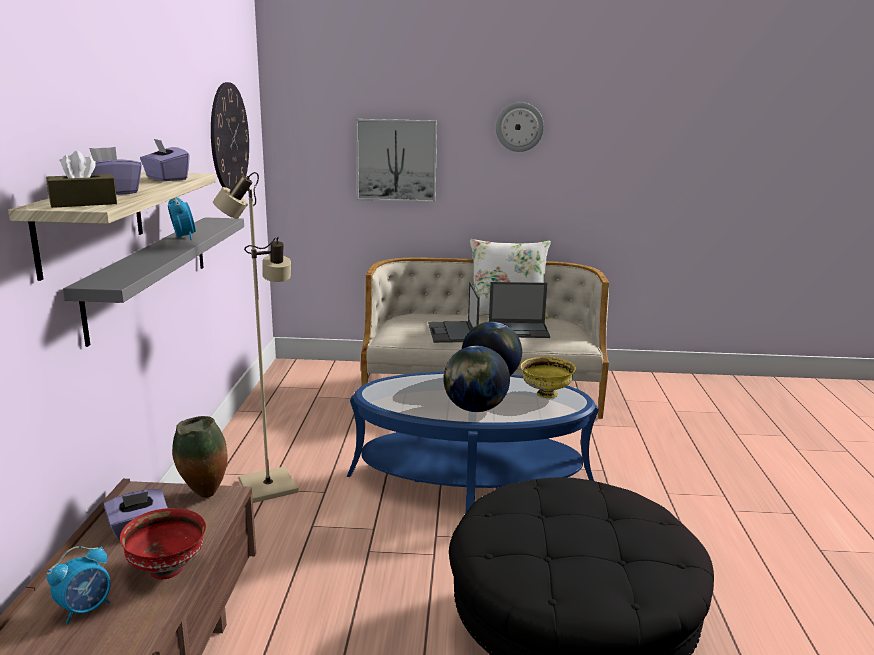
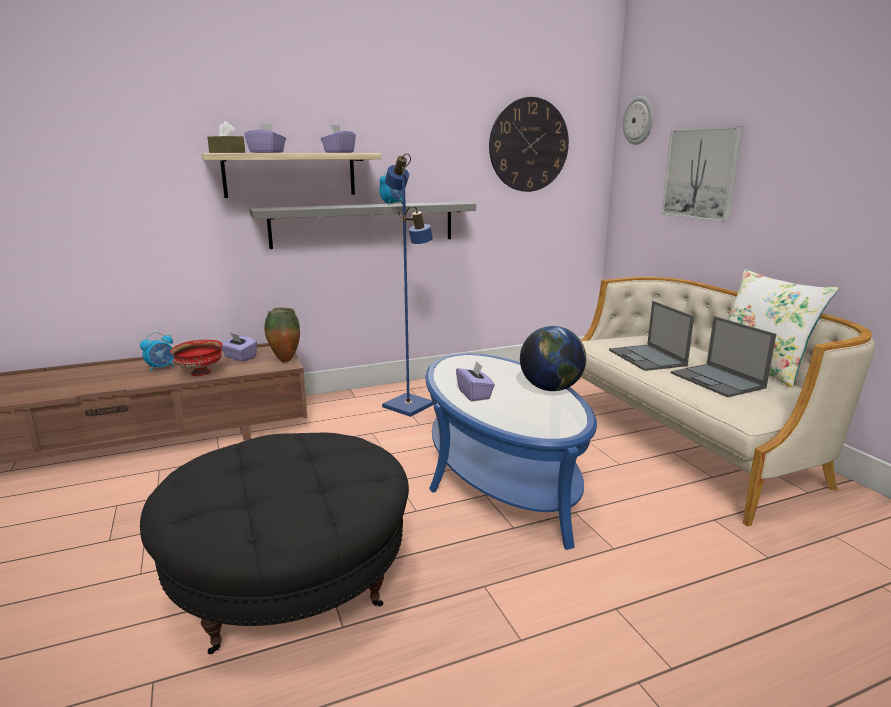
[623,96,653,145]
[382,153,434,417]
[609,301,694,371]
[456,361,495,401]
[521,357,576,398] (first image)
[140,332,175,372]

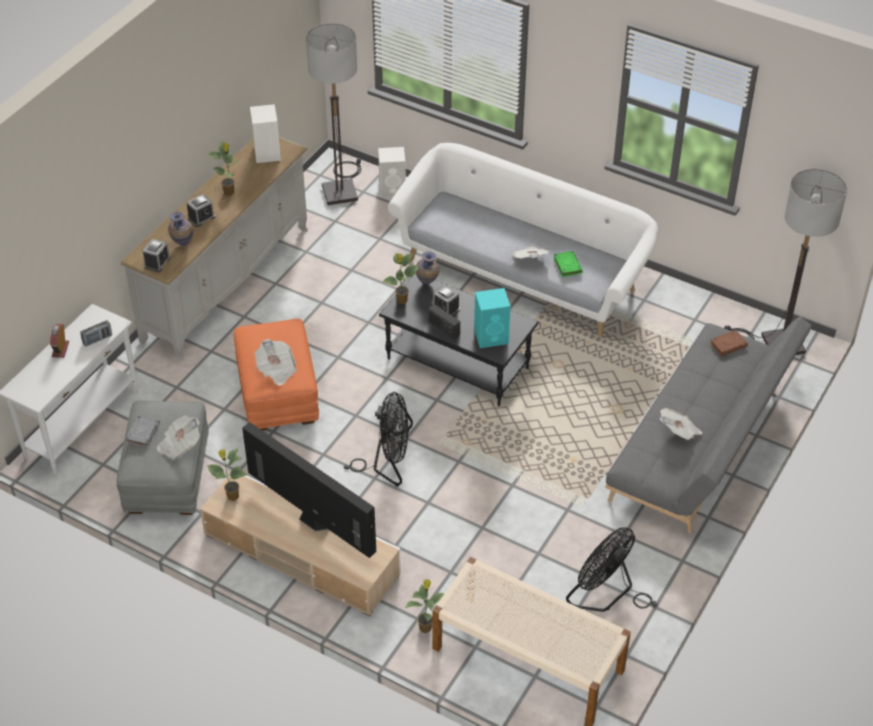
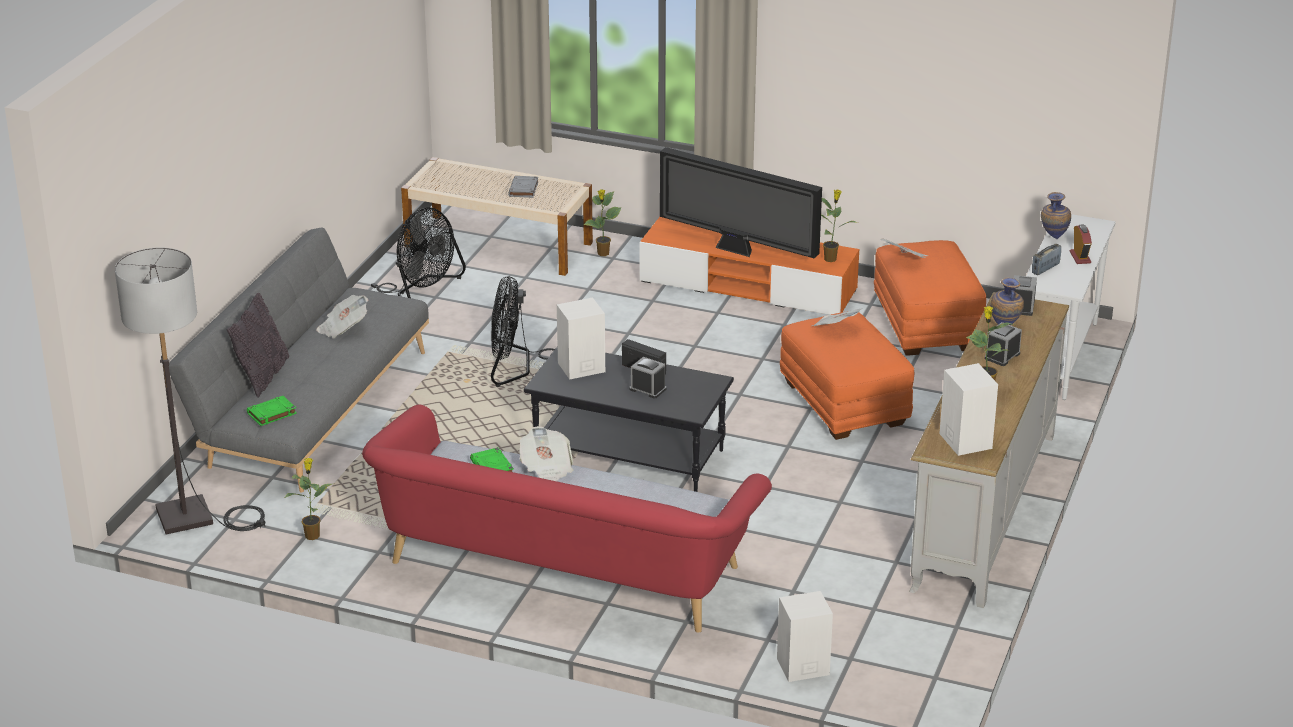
[306,23,361,205] (first image)
[362,405,772,633]
[1041,192,1071,239]
[285,458,332,540]
[557,297,605,380]
[247,396,297,426]
[491,276,555,387]
[874,240,986,356]
[508,176,538,198]
[640,217,859,315]
[227,293,289,398]

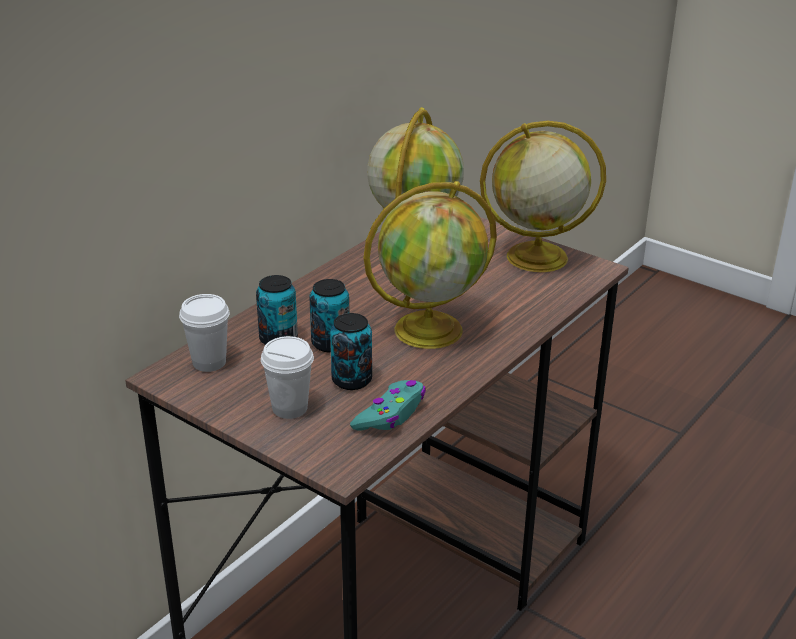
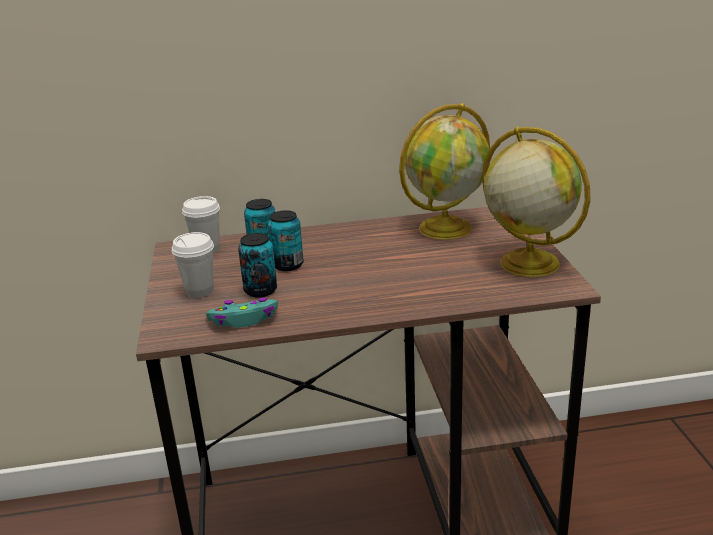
[363,181,497,349] (first image)

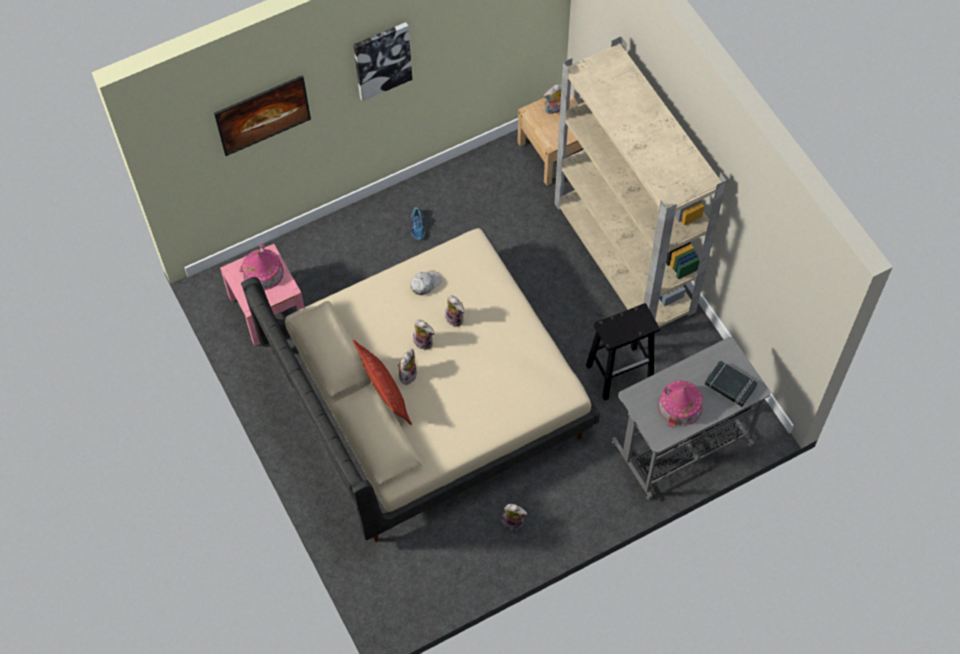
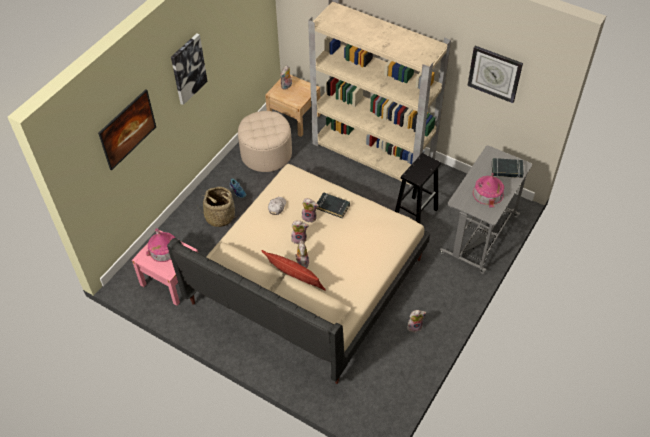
[468,46,523,103]
[238,111,292,172]
[197,187,237,227]
[316,192,350,218]

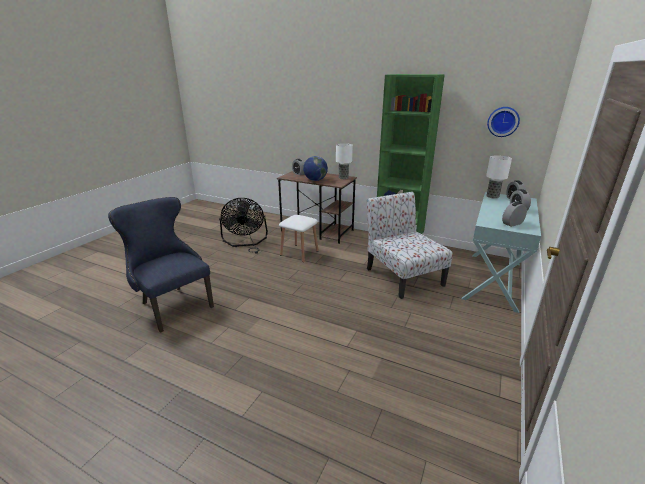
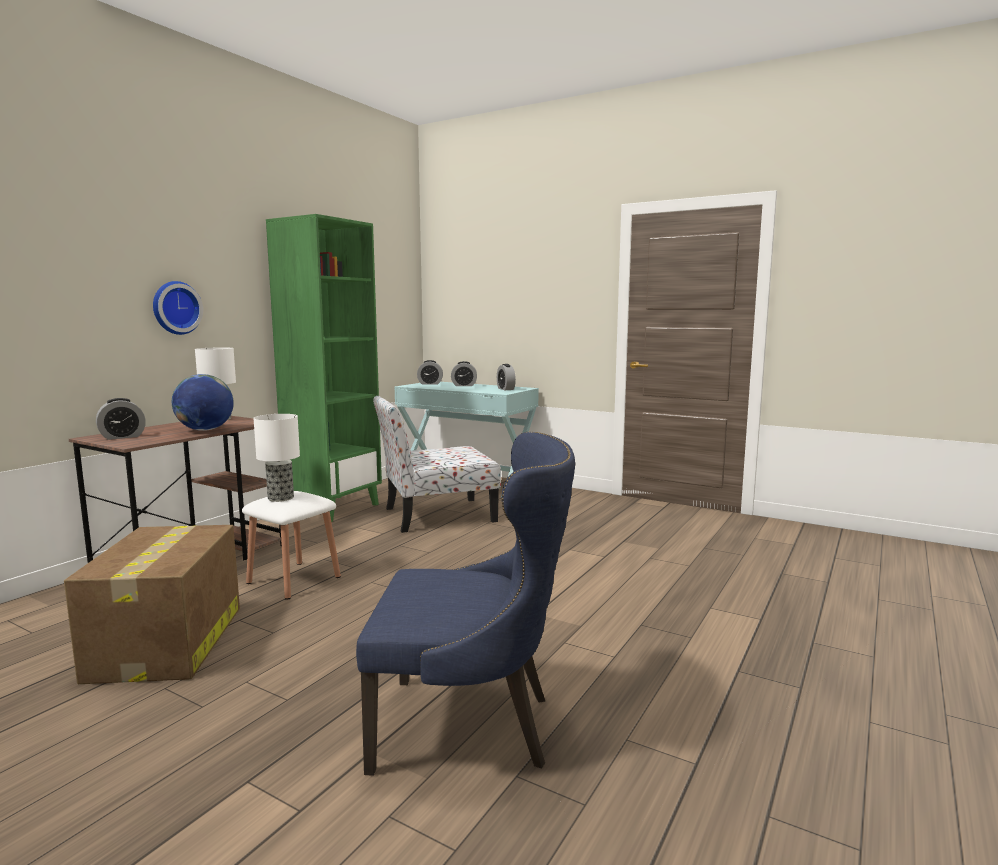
[153,281,203,335]
[254,414,300,502]
[356,432,575,776]
[64,525,240,684]

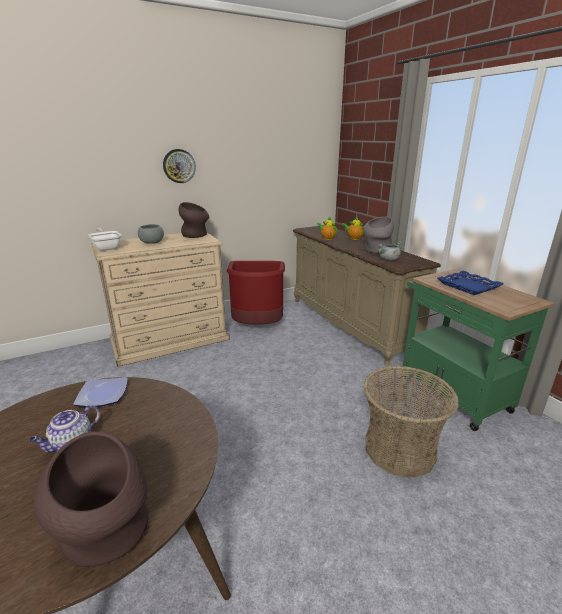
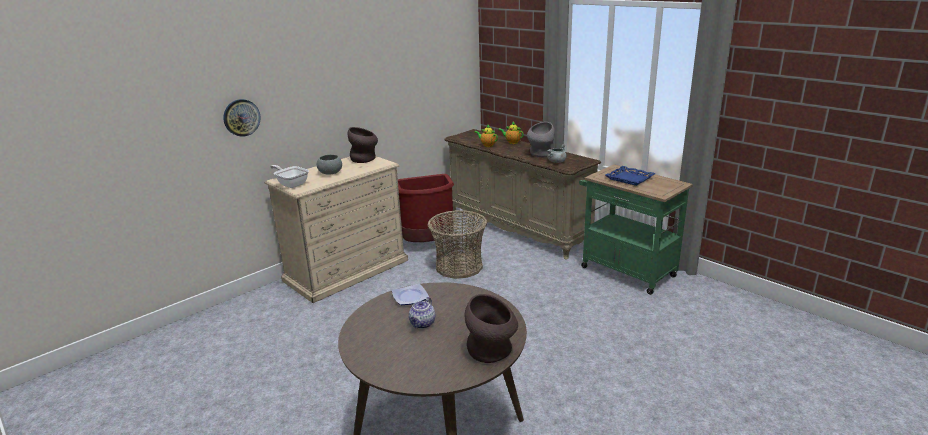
[223,99,261,137]
[427,210,487,279]

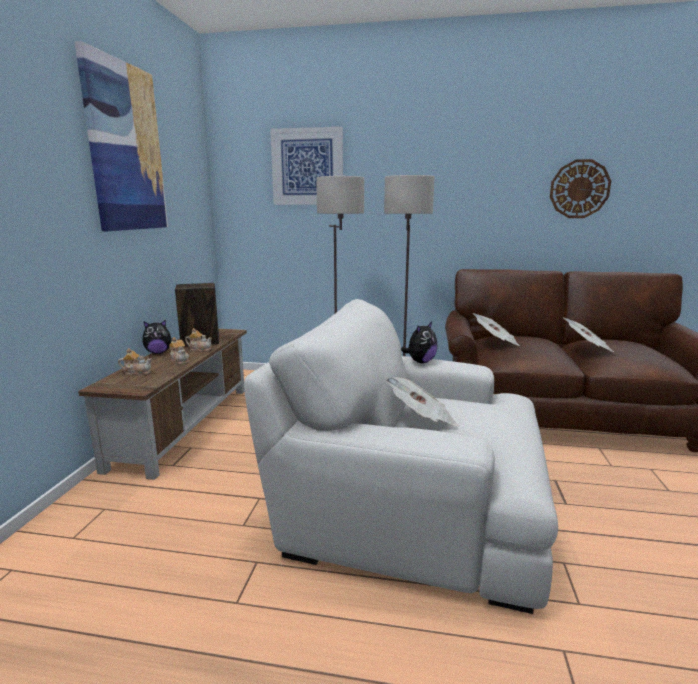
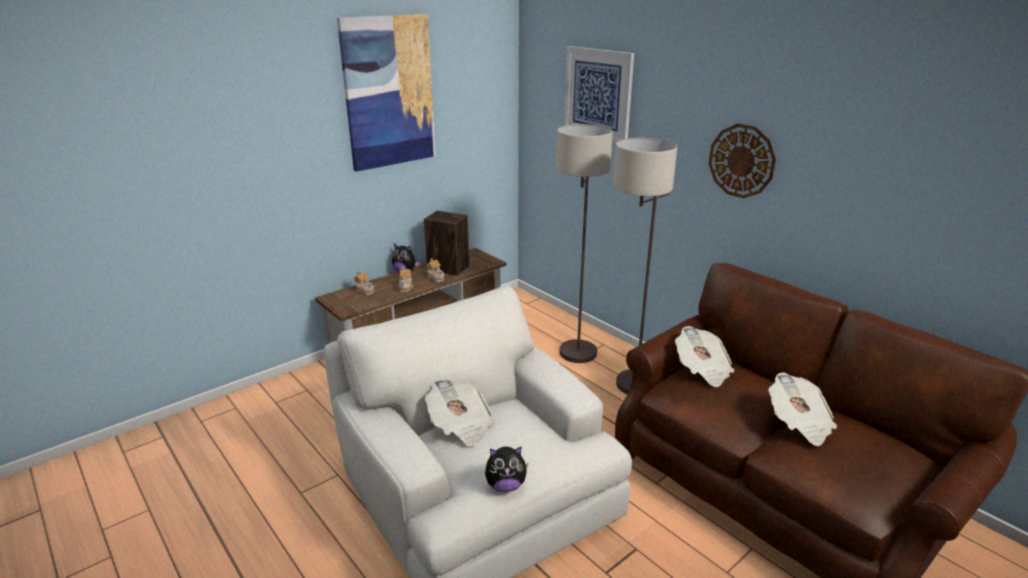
[709,123,776,198]
[485,446,528,492]

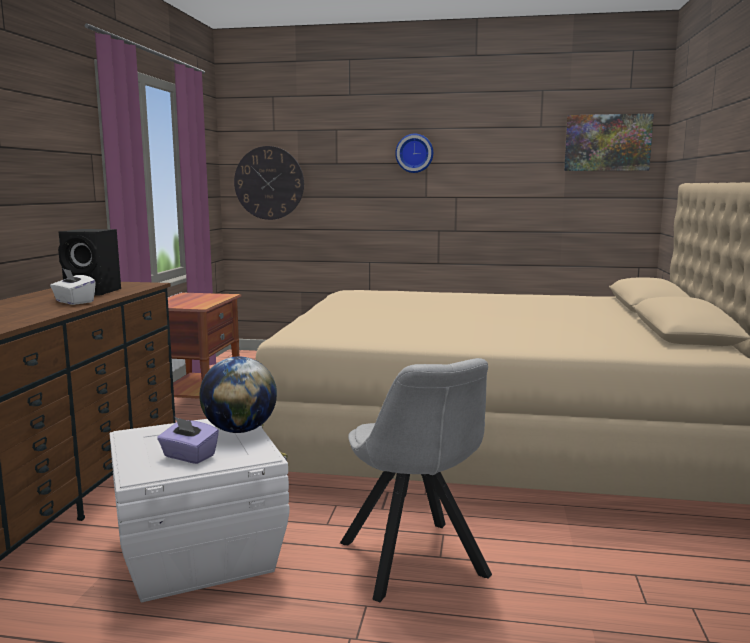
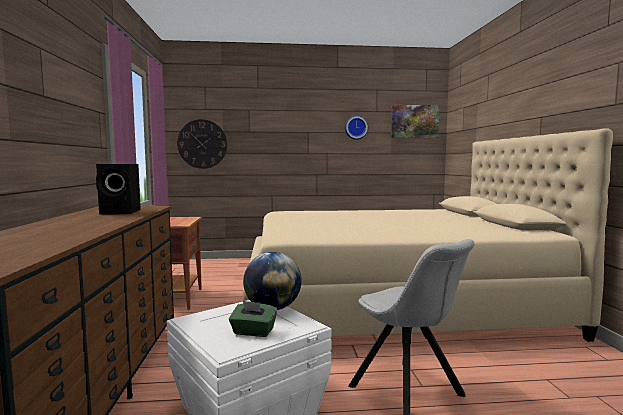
[345,115,368,140]
[50,269,96,305] (first image)
[229,301,277,337]

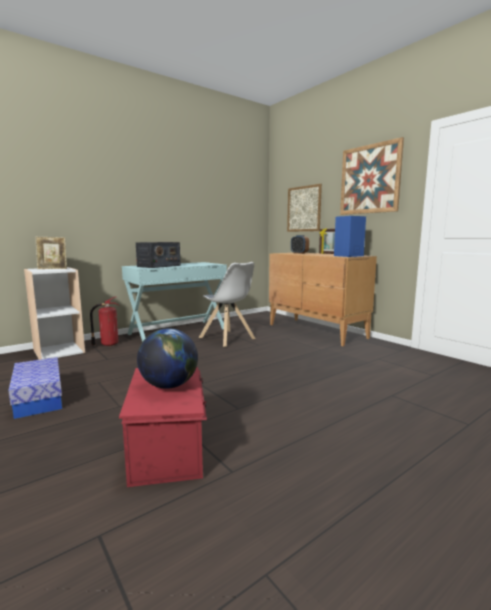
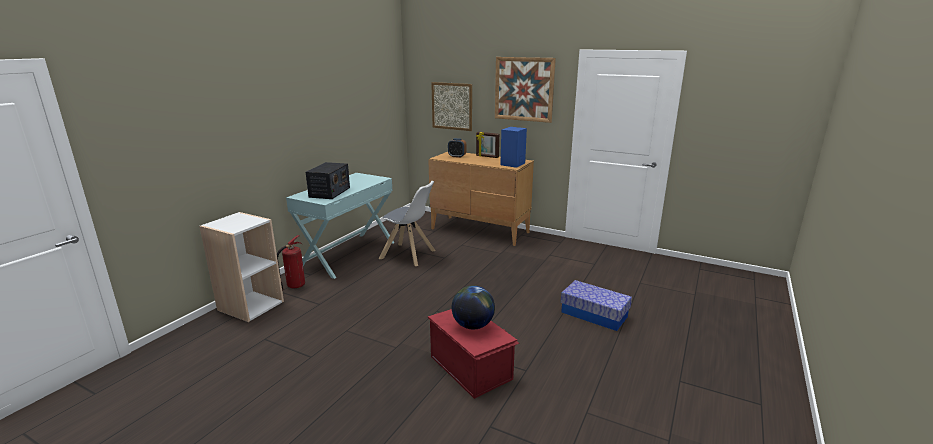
[35,237,67,269] (first image)
[561,280,632,331]

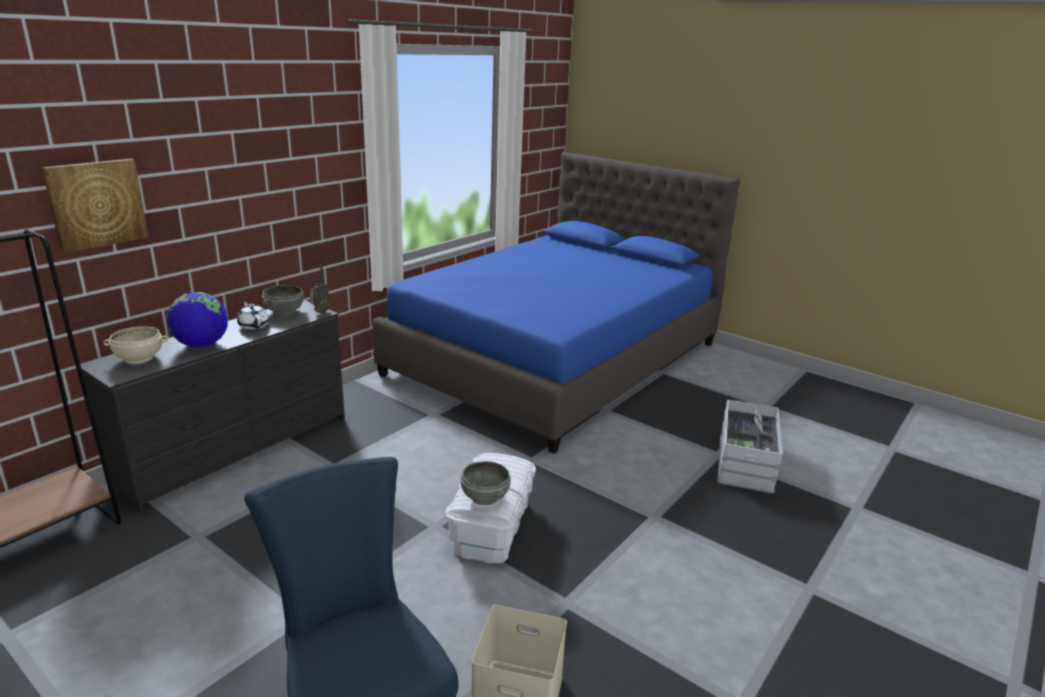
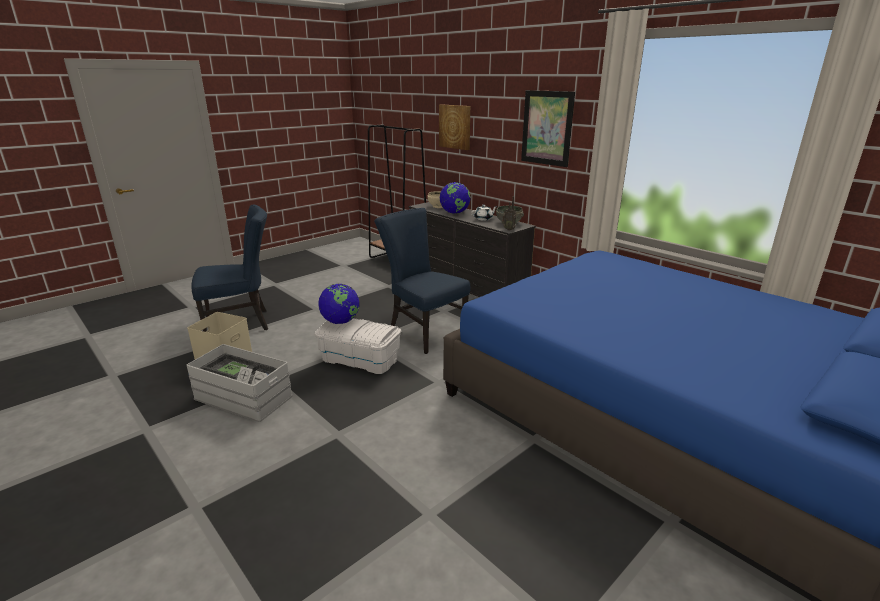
[187,344,293,422]
[318,284,359,324]
[521,90,575,167]
[374,208,471,354]

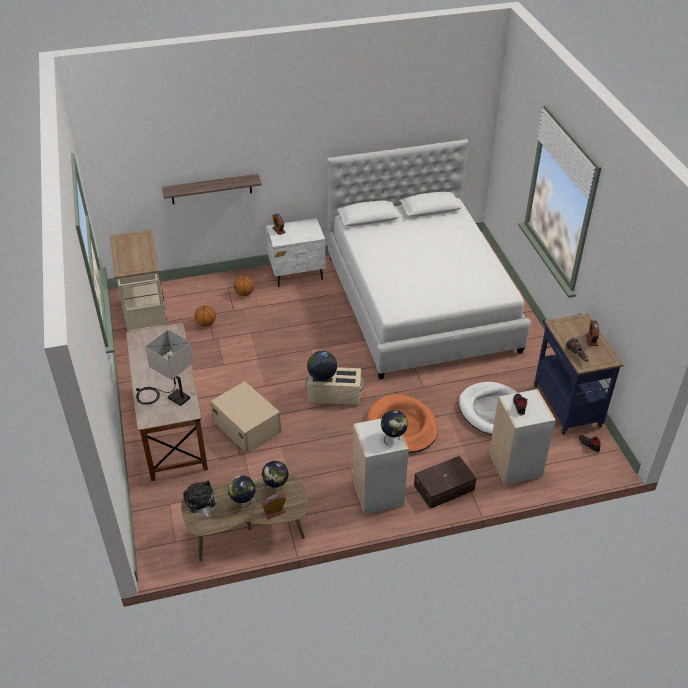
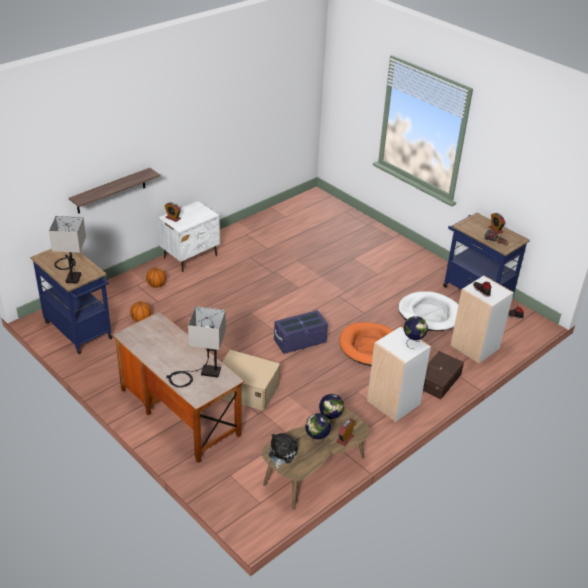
[327,139,531,380] (first image)
[30,248,112,354]
[307,351,337,381] (first image)
[274,310,328,354]
[269,433,298,469]
[49,216,86,284]

